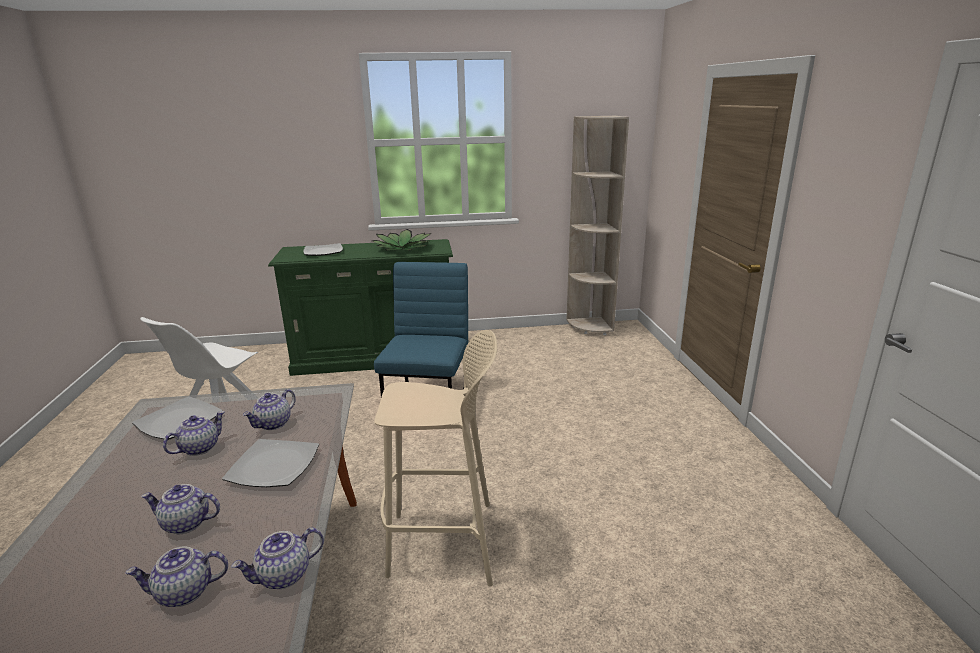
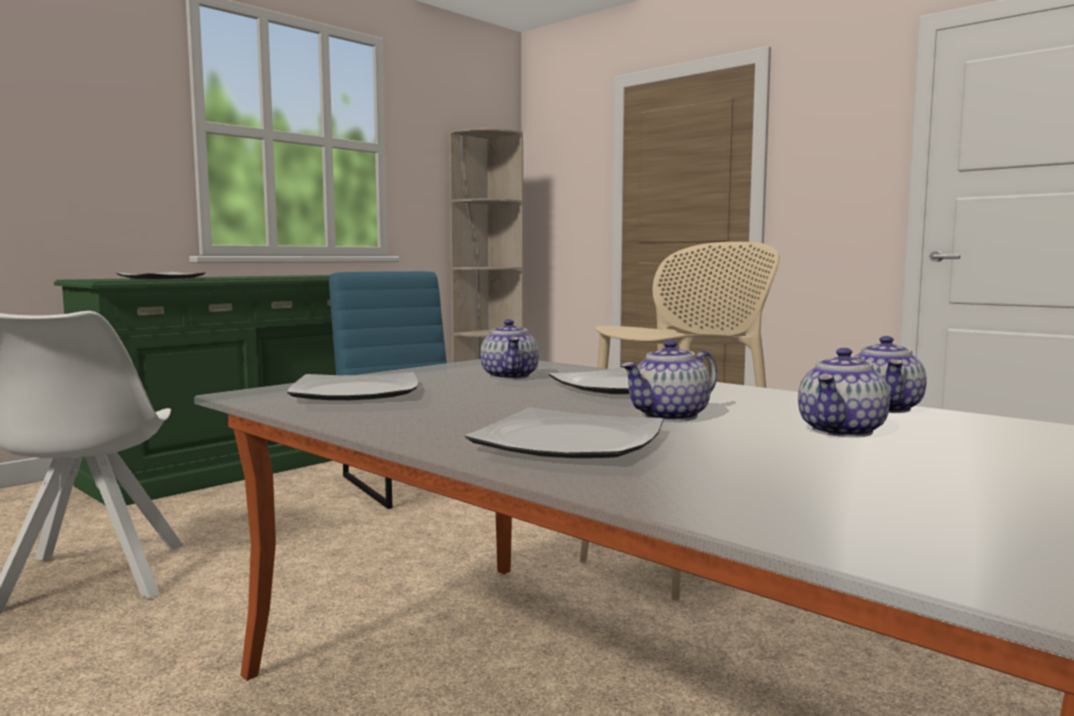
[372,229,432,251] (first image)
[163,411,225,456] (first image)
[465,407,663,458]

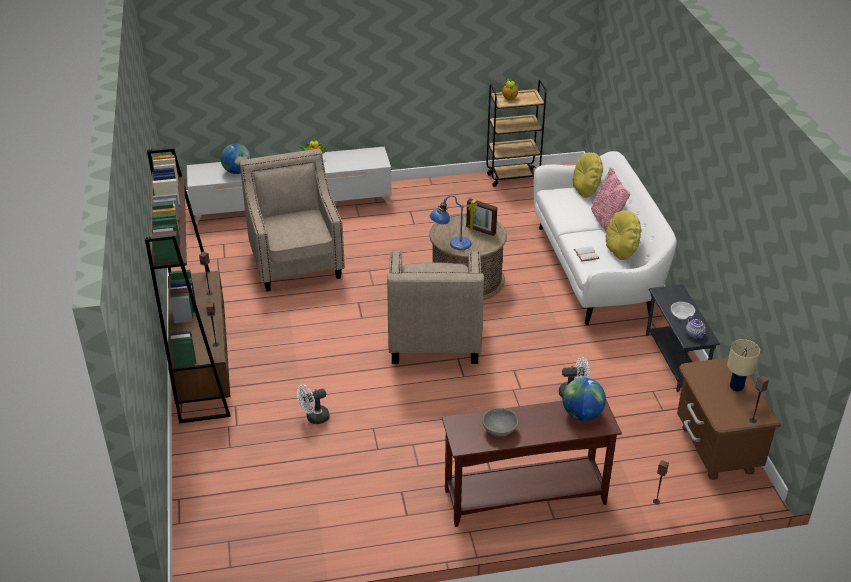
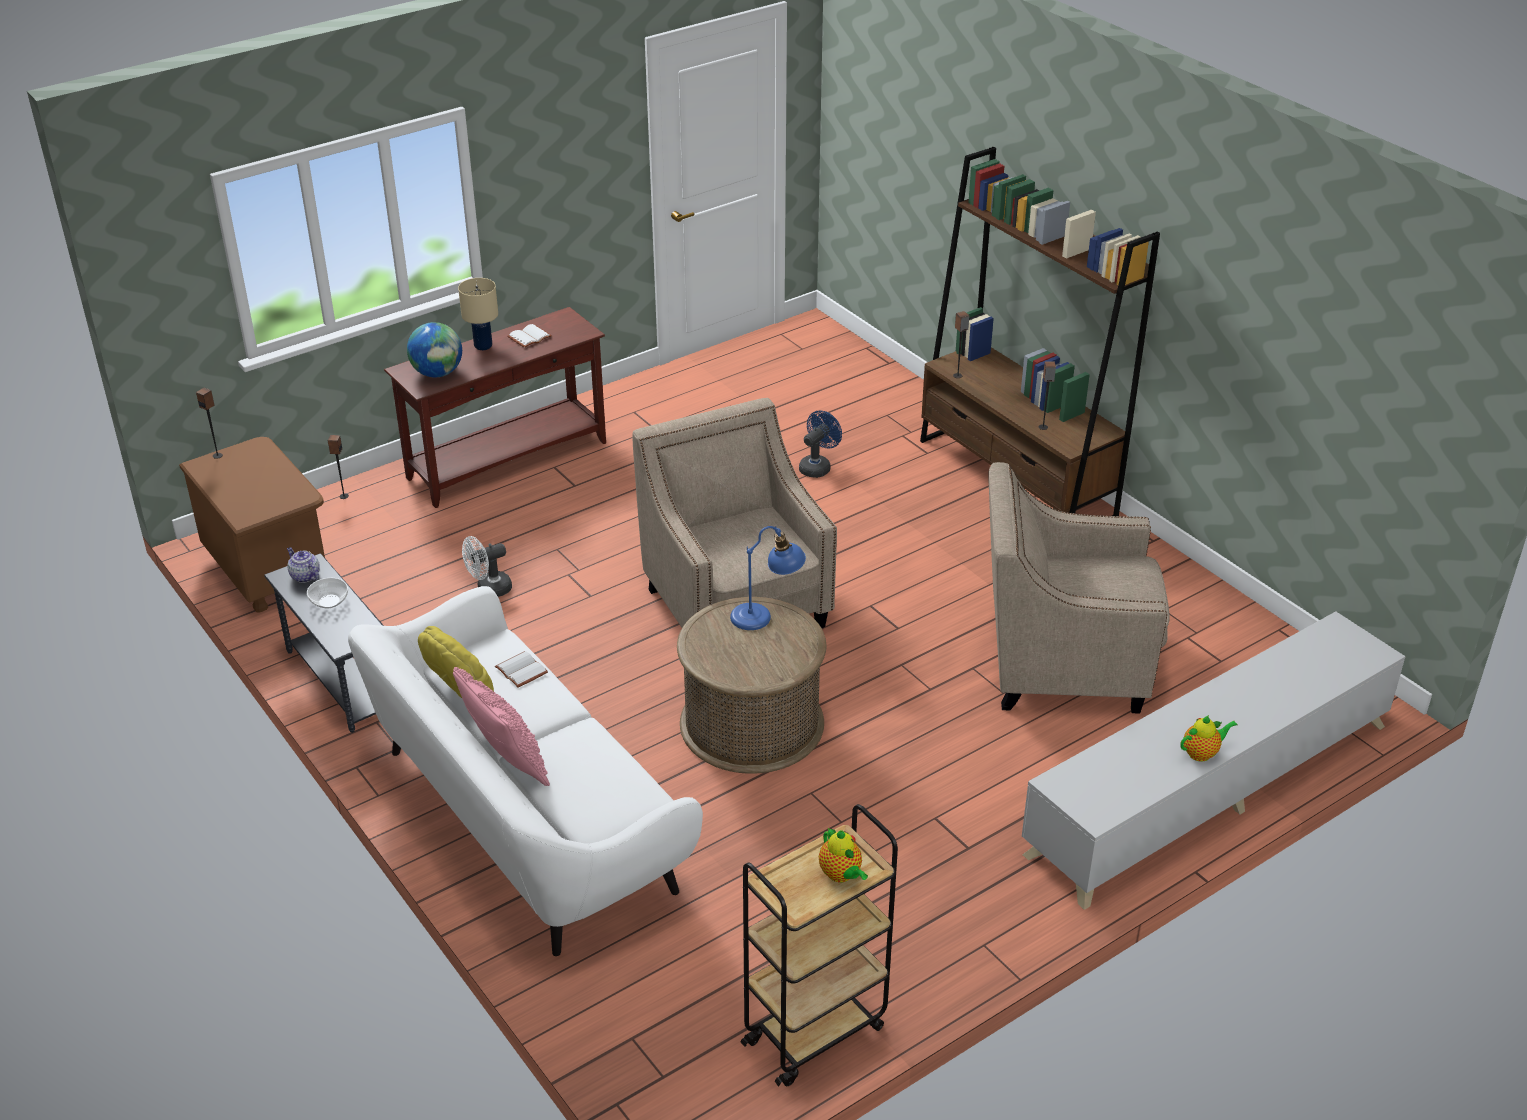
[221,143,251,174] (first image)
[988,462,1169,714]
[573,152,603,198] (first image)
[466,198,497,236] (first image)
[458,278,498,350]
[799,410,842,478]
[508,324,552,348]

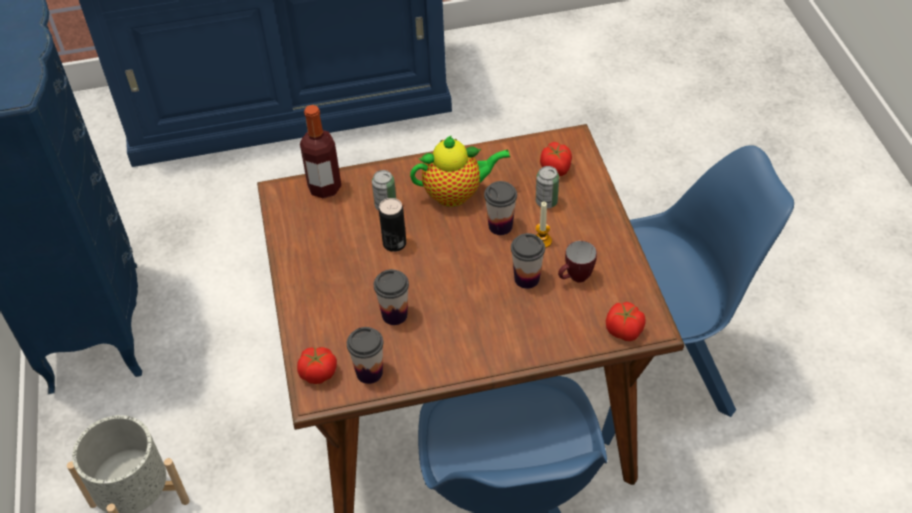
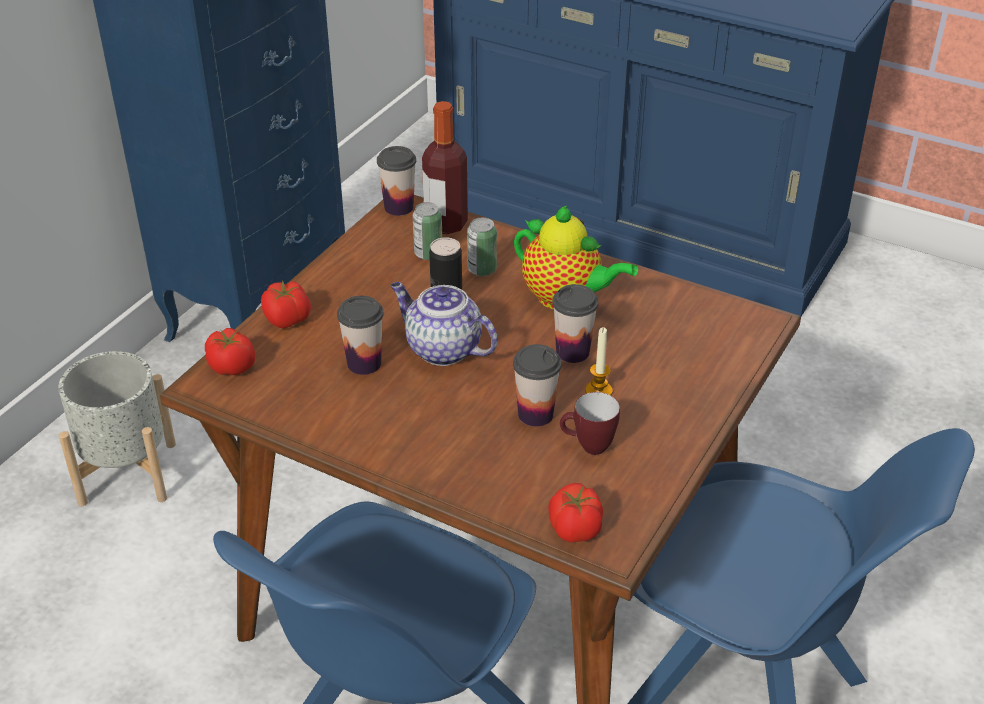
[261,280,311,328]
[413,202,442,260]
[377,146,416,216]
[390,282,498,366]

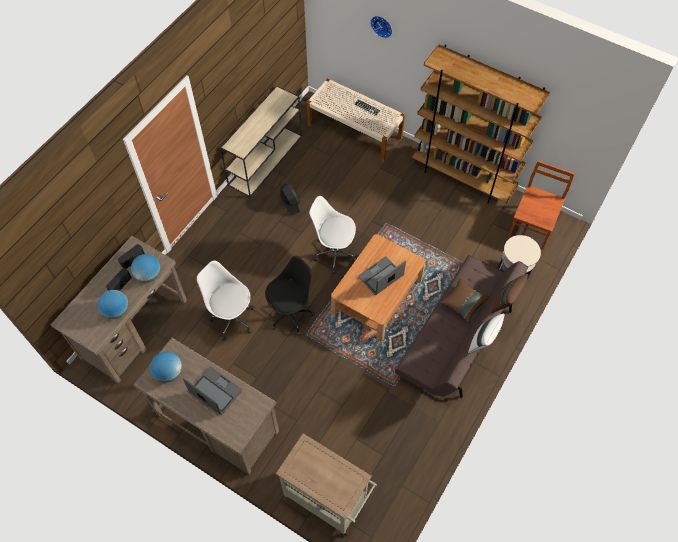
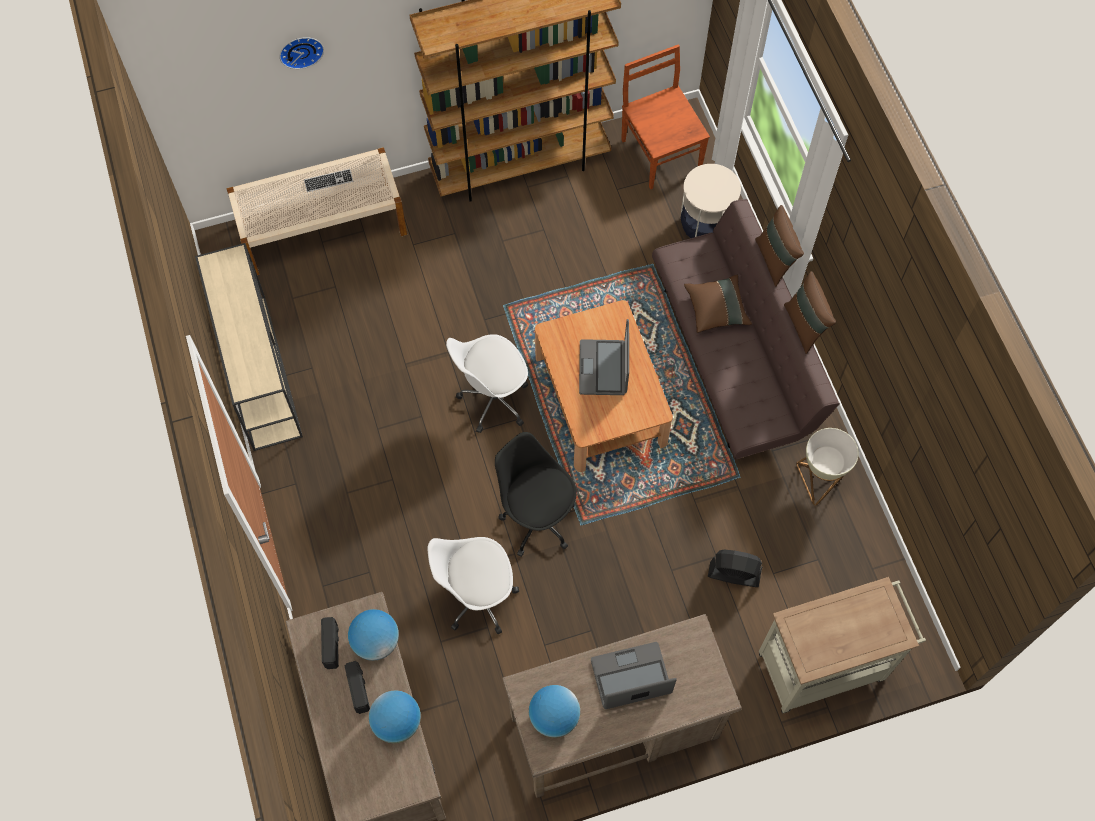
[708,550,763,587]
[495,432,577,557]
[784,271,836,354]
[796,428,859,506]

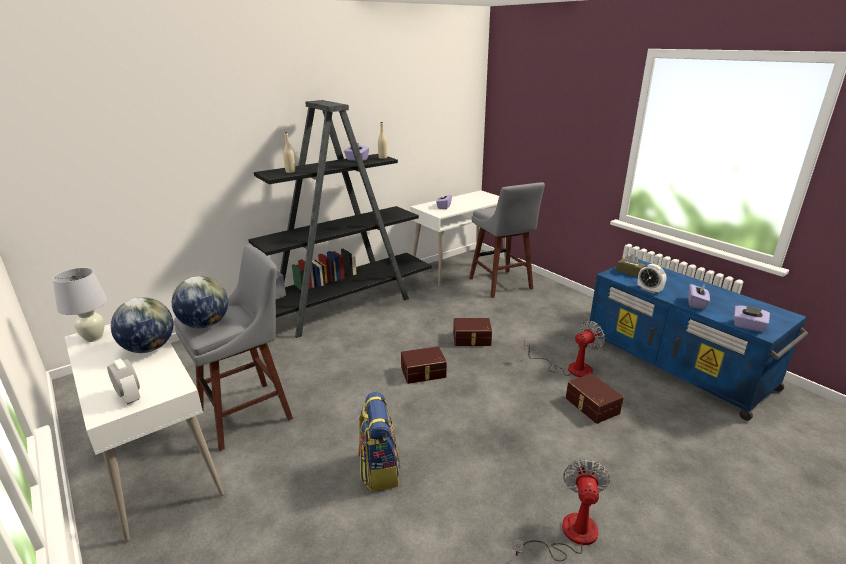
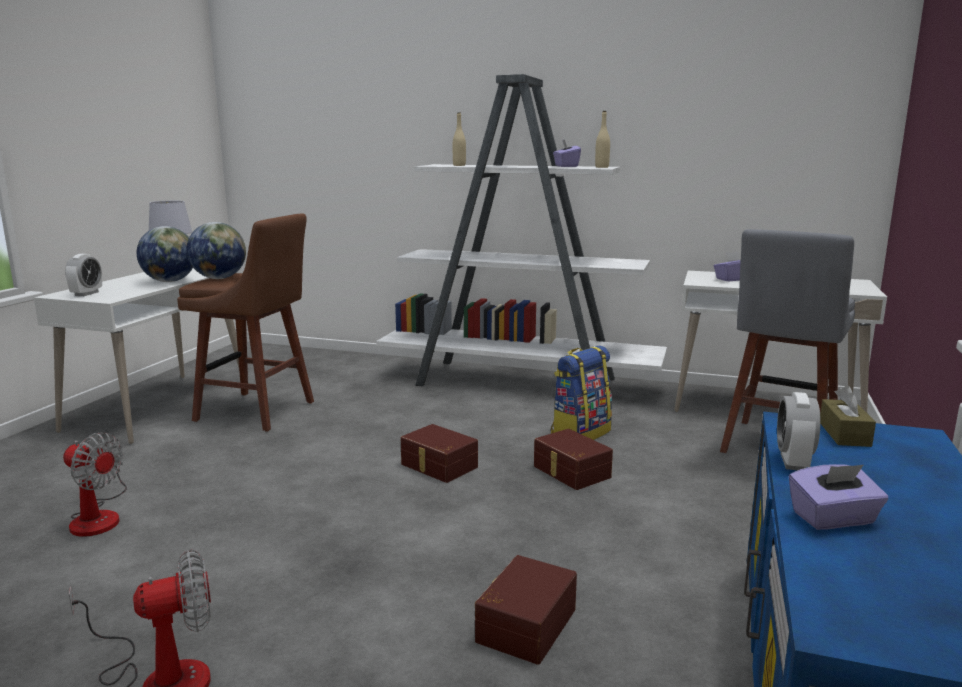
[376,74,667,386]
[177,213,314,432]
[734,305,770,332] (first image)
[63,432,127,537]
[551,346,612,440]

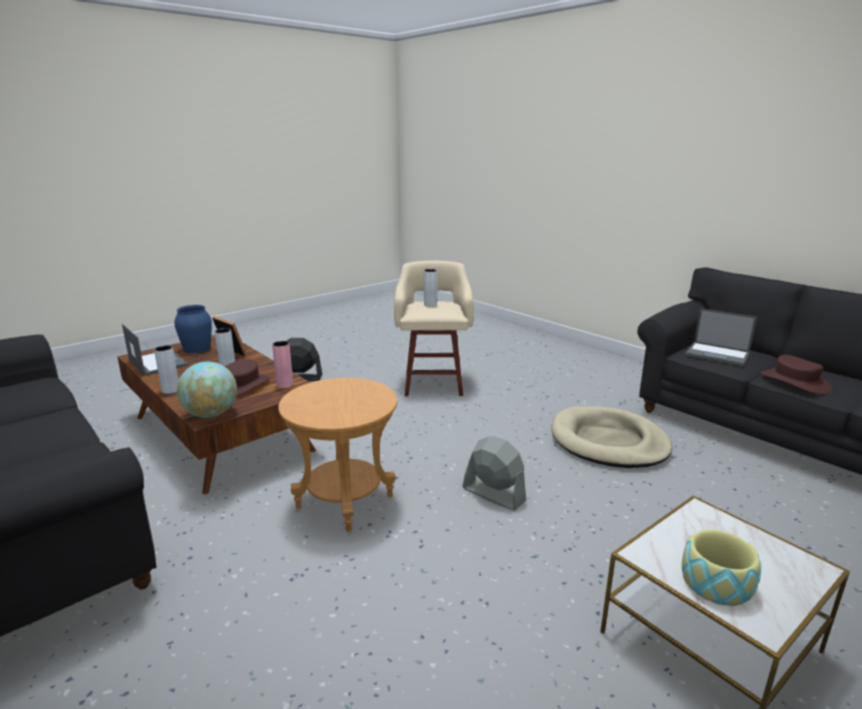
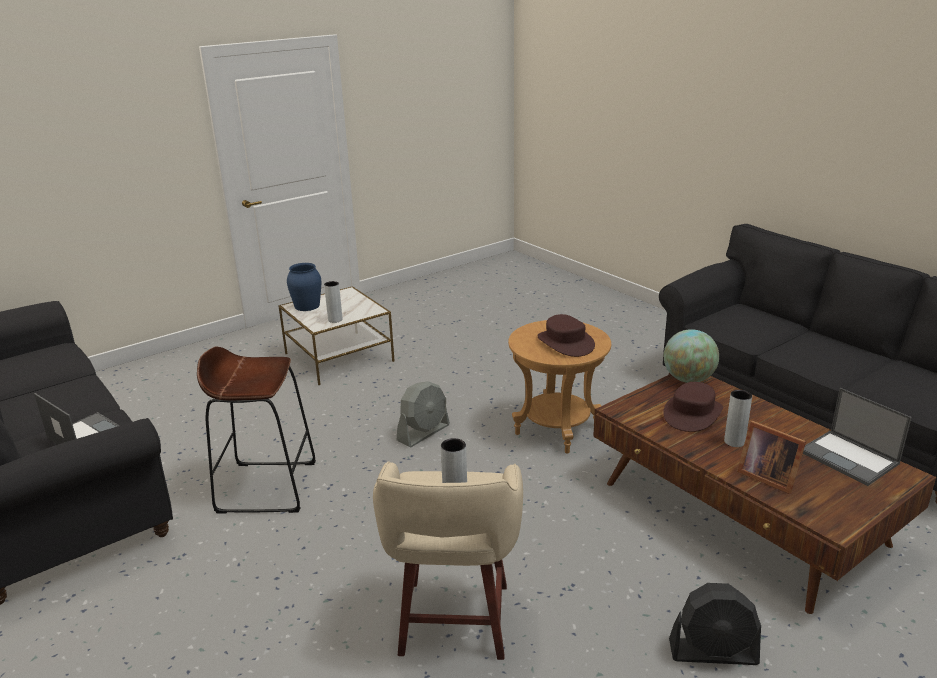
[287,263,321,311]
[272,341,293,388] (first image)
[324,281,343,323]
[537,314,595,357]
[197,347,316,513]
[397,381,450,447]
[682,530,761,606] (first image)

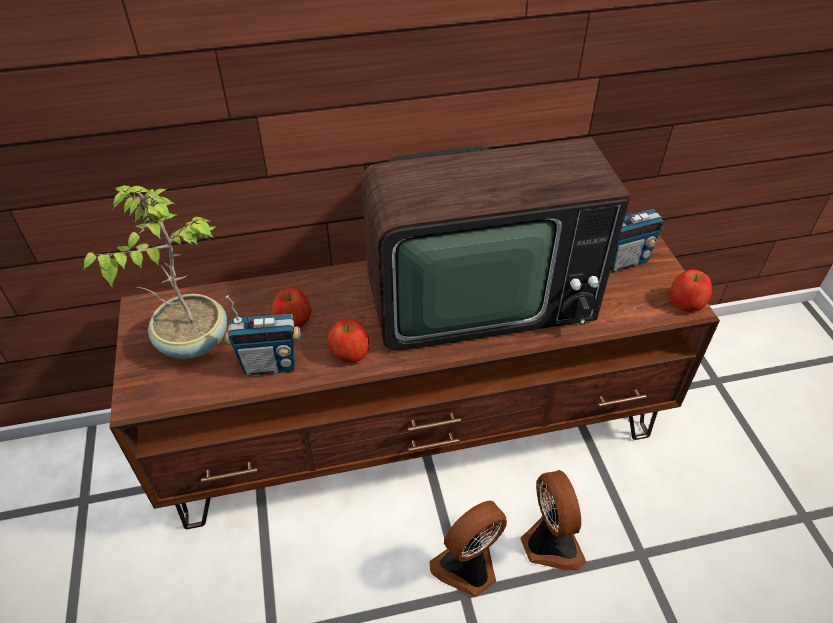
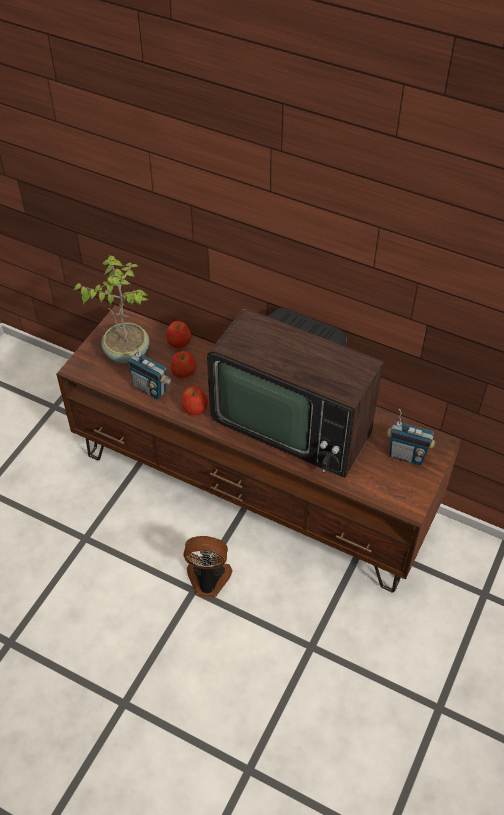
[166,321,191,349]
[521,470,586,570] (first image)

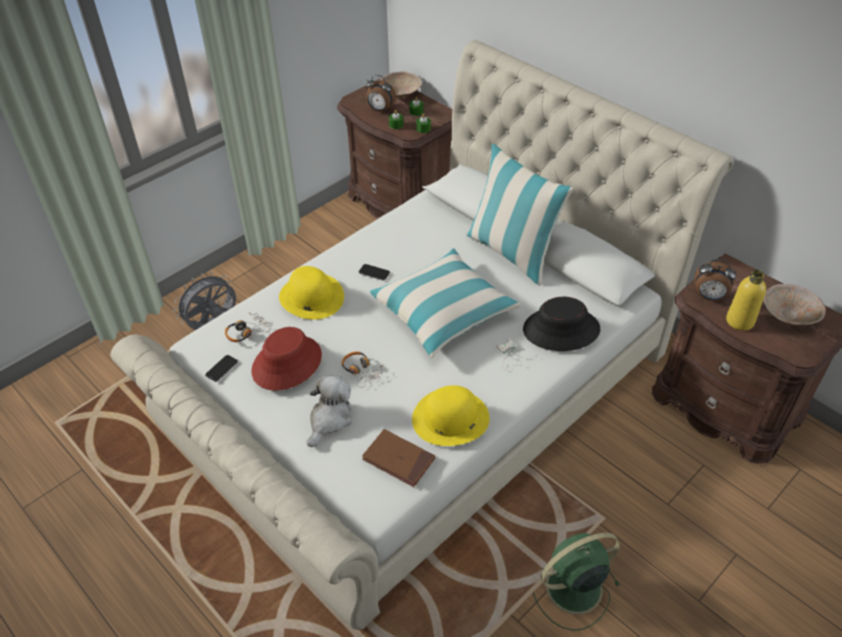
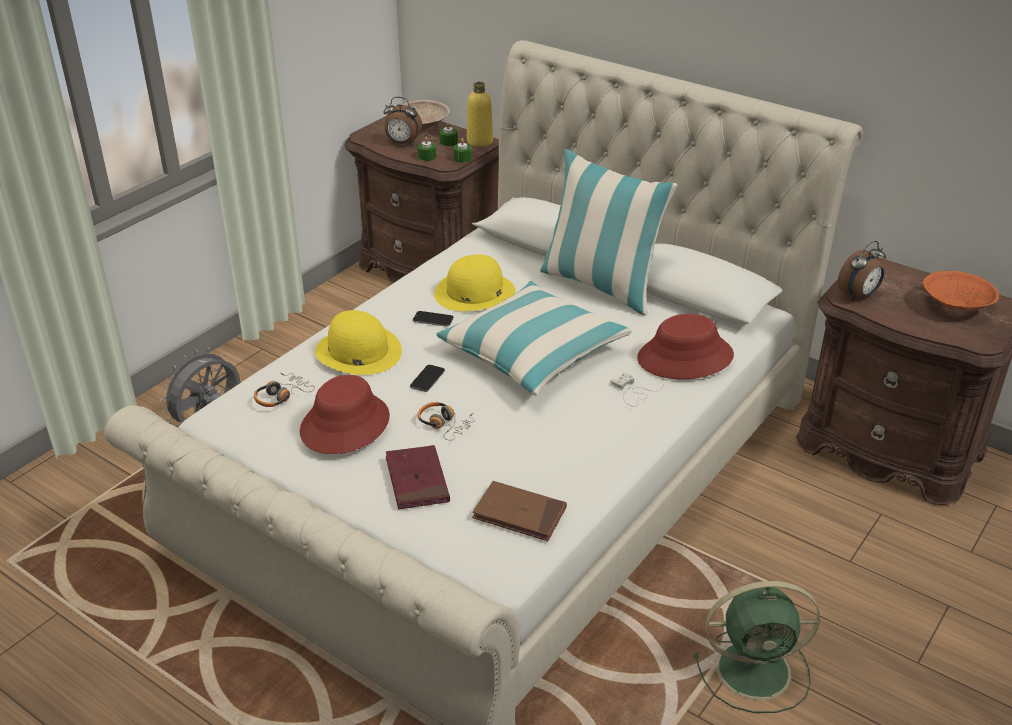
[837,241,886,301]
[467,82,493,147]
[923,271,999,311]
[637,314,734,379]
[410,365,445,392]
[386,445,450,509]
[434,254,516,311]
[693,581,820,713]

